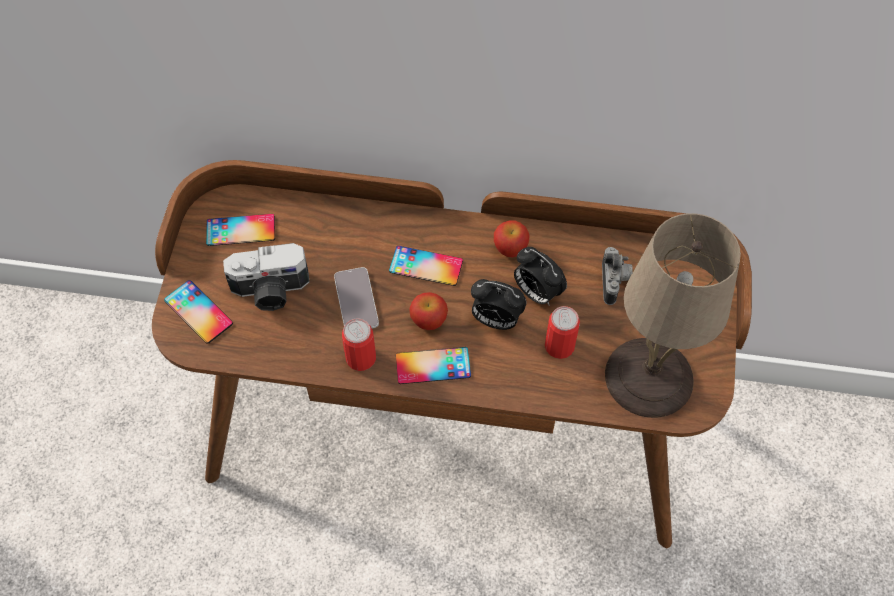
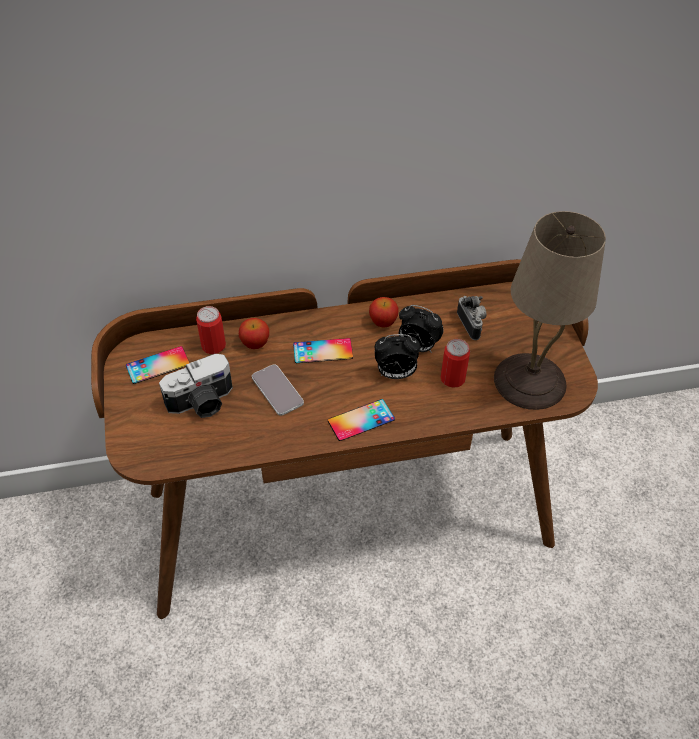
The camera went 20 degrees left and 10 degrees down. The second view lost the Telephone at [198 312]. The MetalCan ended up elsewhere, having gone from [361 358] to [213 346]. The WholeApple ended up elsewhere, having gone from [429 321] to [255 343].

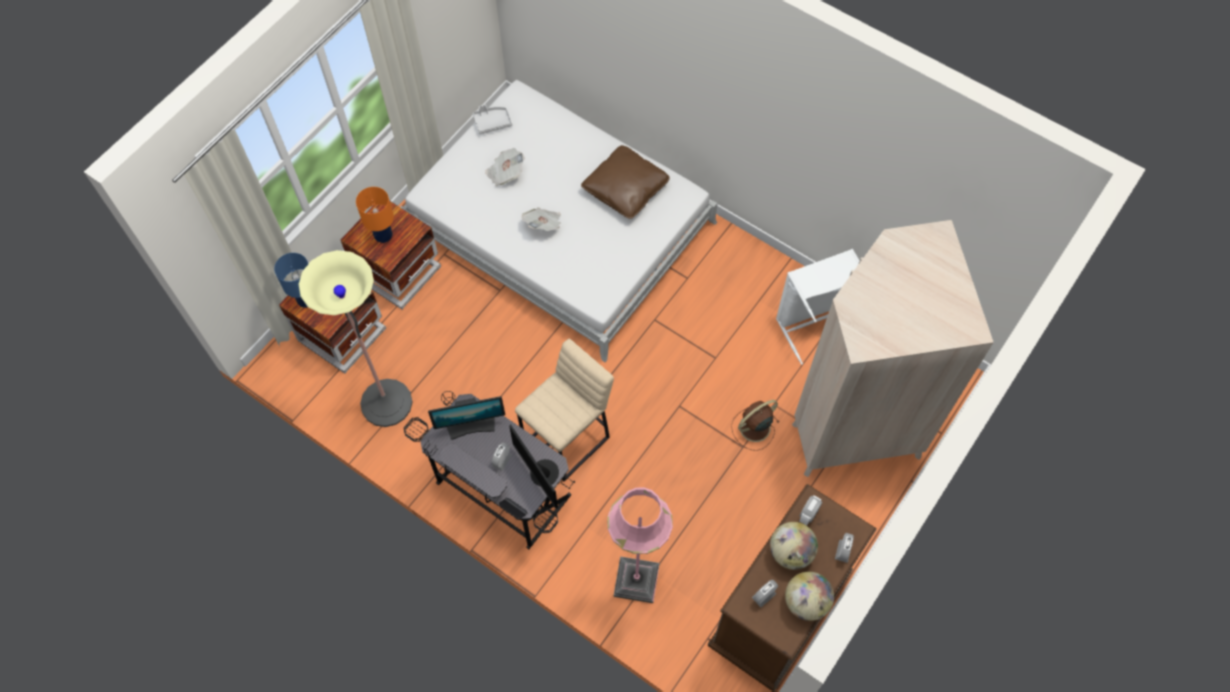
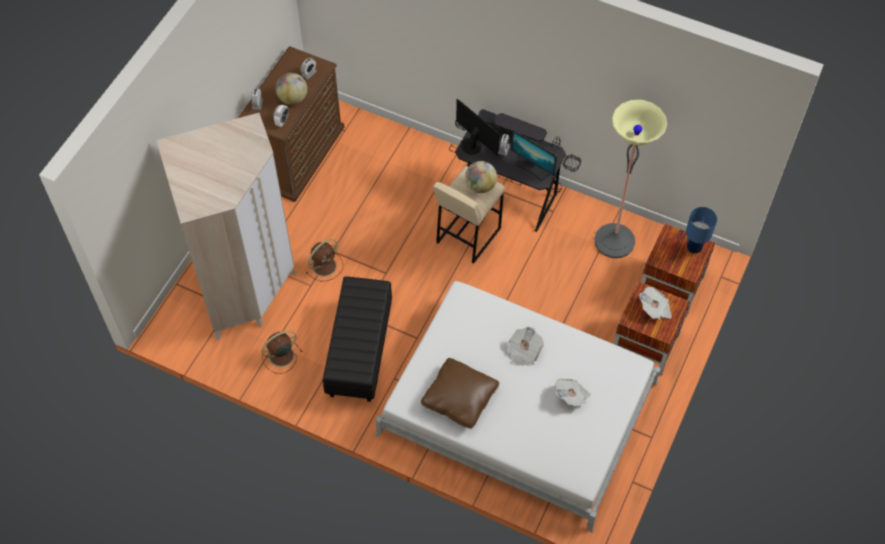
The camera went 170 degrees right and 5 degrees down. The second view lost the GreyTray at [492 122]. The second view lost the PinkColouredStandingLamp at [636 580]. The second view gained the BlackColouredOttoman at [359 351]. The DeskGlobe ended up elsewhere, having gone from [806 602] to [480 186]. Where the OrangeColouredTableLamp stood at [383 236], the DailyPaper came to stand at [655 309]. Where the WhiteHamper stood at [814 322], the BrownishCoolingFan came to stand at [280 356]. The Monitor at [471 425] ended up facing another way, 120 degrees counterclockwise from before.

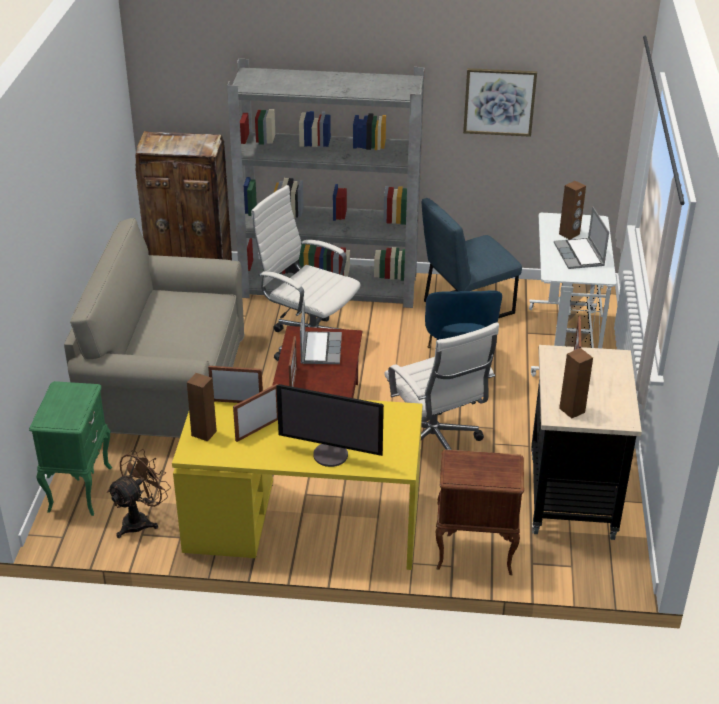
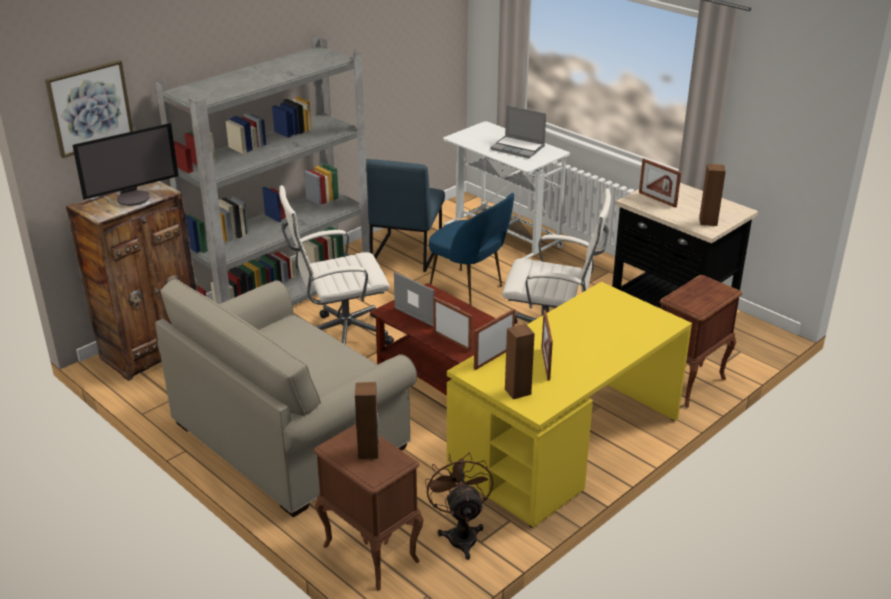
The camera went 50 degrees left and 5 degrees down. The Monitor ended up elsewhere, having gone from [331 454] to [133 198]. The WallArt ended up elsewhere, having gone from [499 101] to [90 108]. The BrownishLoudspeaker ended up elsewhere, having gone from [569 234] to [369 451]. What was the GreenBedsideTable at [80 489] turned into the BrownishBedsideTable at [370 554].

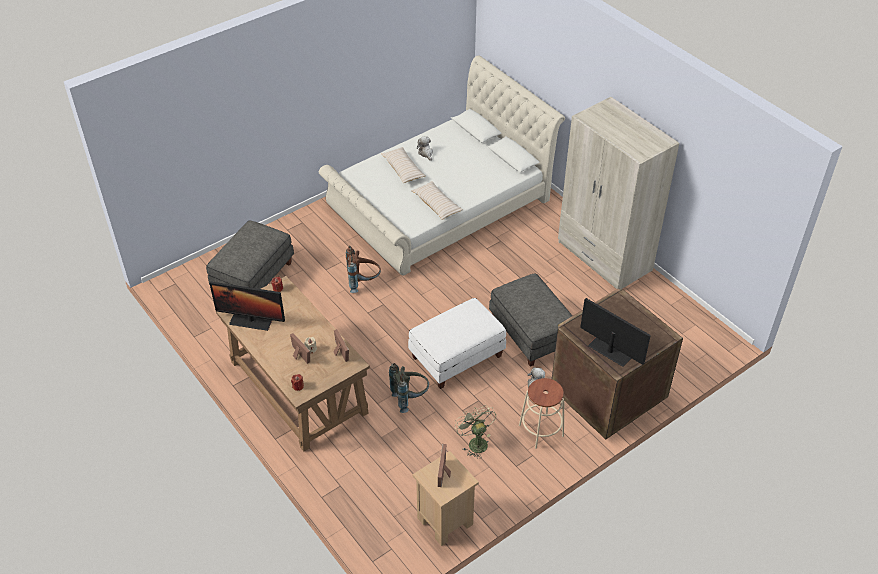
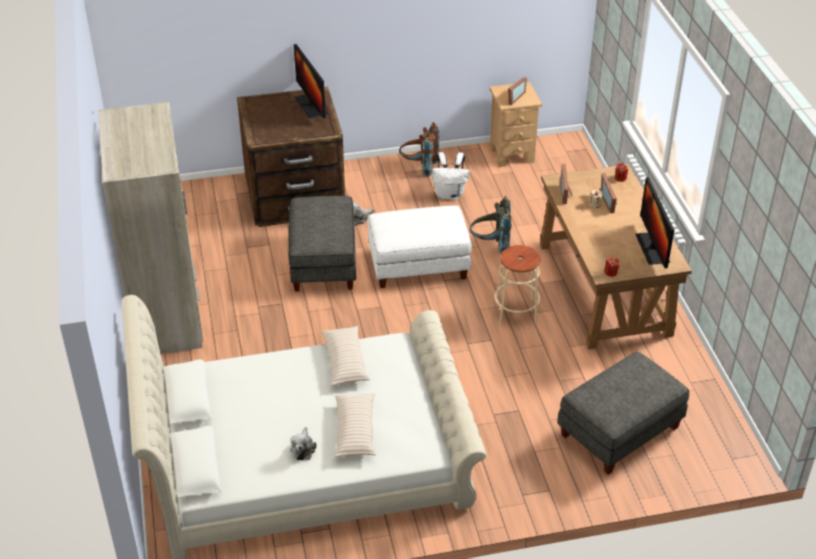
The camera went 155 degrees left and 5 degrees down. The BrownishKnapsack ended up elsewhere, having gone from [363 283] to [419 167]. The BeigeColouredStool ended up elsewhere, having gone from [541 430] to [516 311]. Where the GreenCoolingFan stood at [475 442], the WhiteKnapsack came to stand at [449 194]. The Monitor at [251 321] ended up facing another way, 135 degrees counterclockwise from before.

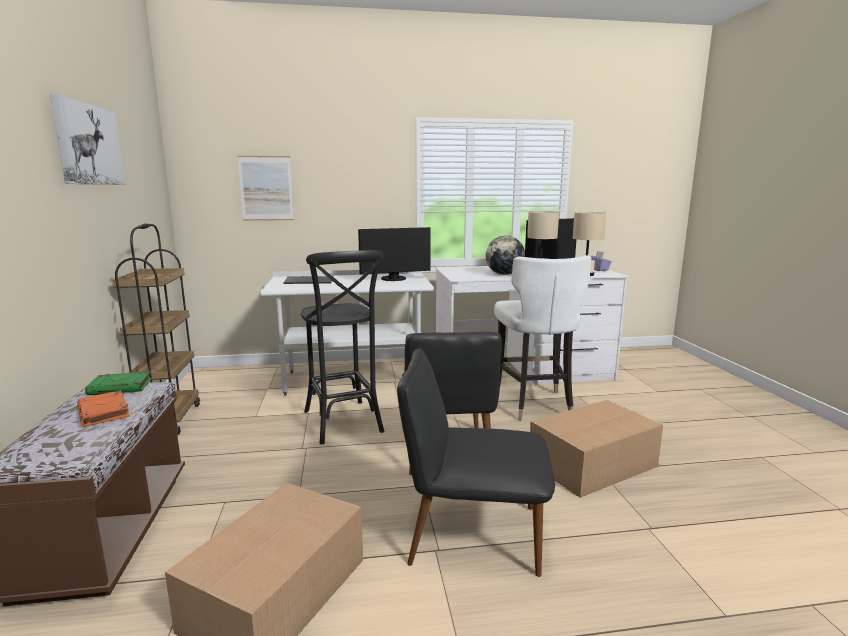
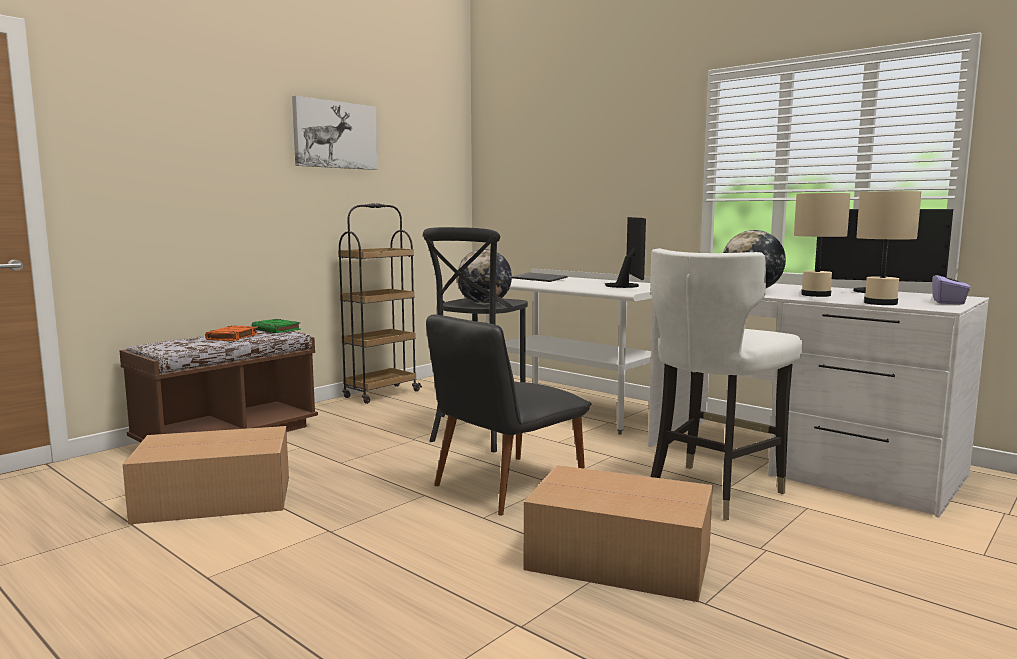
The camera went 50 degrees right and 5 degrees down. The second view lost the WallArt at [266 188]. The second view lost the BlackColouredChair at [474 534]. The second view gained the DeskGlobe at [484 304]. The Monitor at [394 279] ended up facing another way, 120 degrees counterclockwise from before.

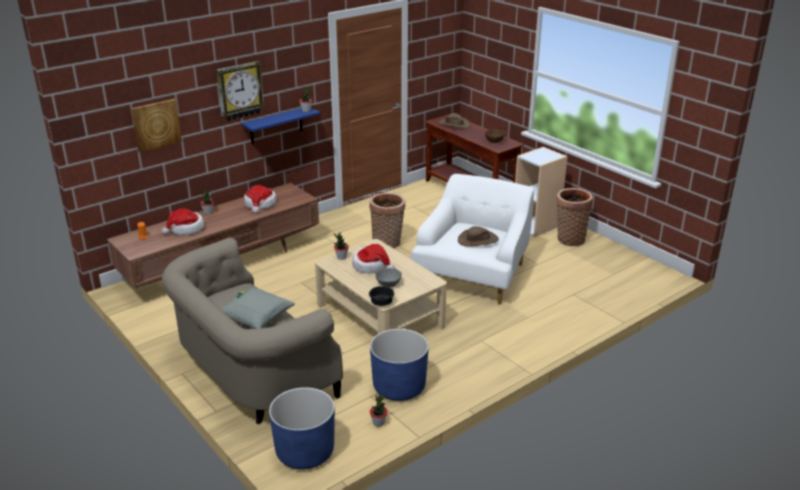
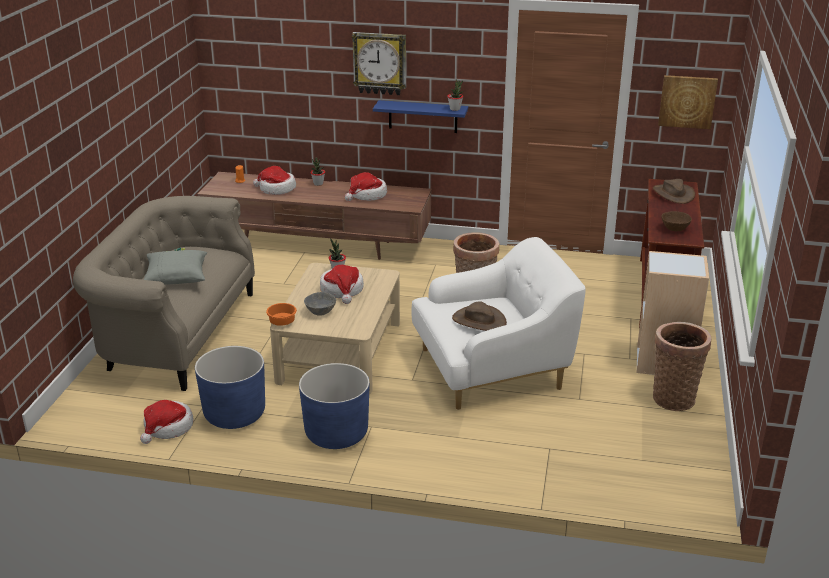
The camera went 50 degrees right and 0 degrees up. The WallArt ended up elsewhere, having gone from [156 124] to [687 101]. The BlueColouredPlantPot ended up elsewhere, having gone from [305 452] to [336 433]. Where the Houseplant stood at [378 423], the Hat came to stand at [168 428]. What was the BlackColouredDeepDish at [382 303] turned into the OrangeColouredDeepDish at [282 323].

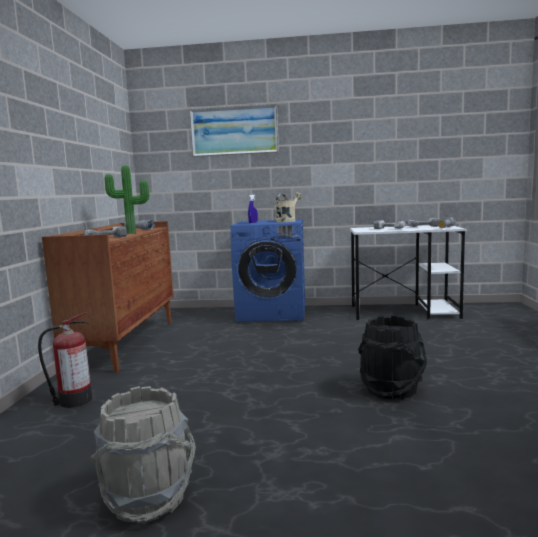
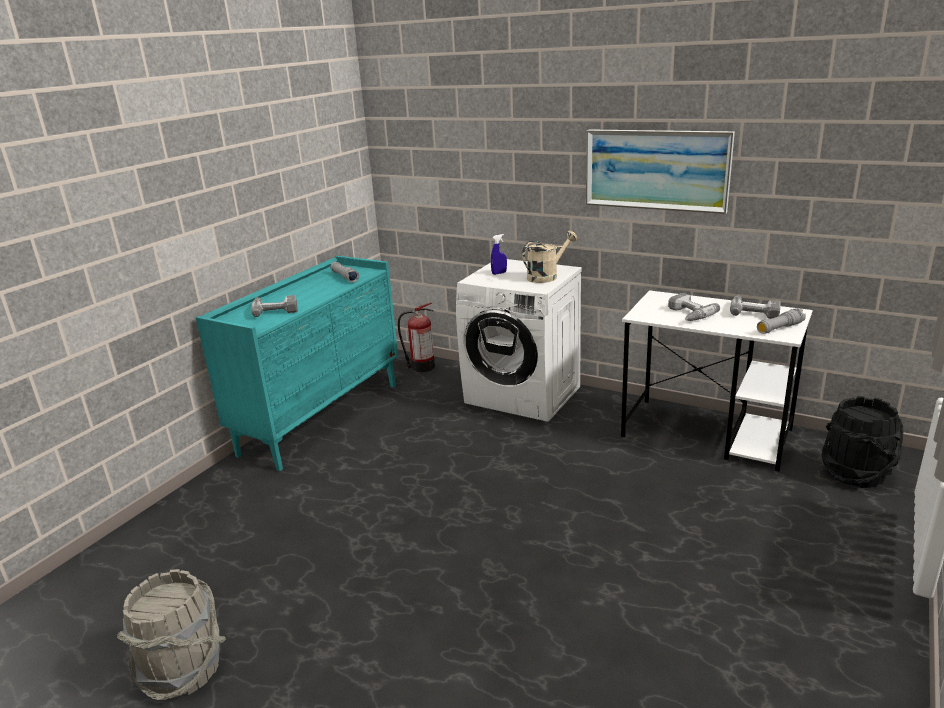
The camera went 25 degrees right and 15 degrees up. The second view lost the Houseplant at [131 233]. The FireFightingCylinder ended up elsewhere, having gone from [73 401] to [421 367]. The WallArt ended up elsewhere, having gone from [234 131] to [656 169]. The BlackColouredWaterBucket ended up elsewhere, having gone from [391 389] to [855 473]. What was the BrownishCupboard at [126 343] turned into the BlueGreenCupboard at [322 418]. What was the BlueColouredLaundryMachine at [272 315] turned into the WhiteLaundryMachine at [523 397].

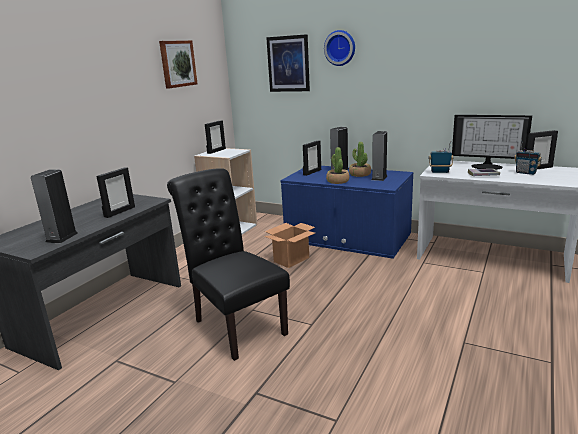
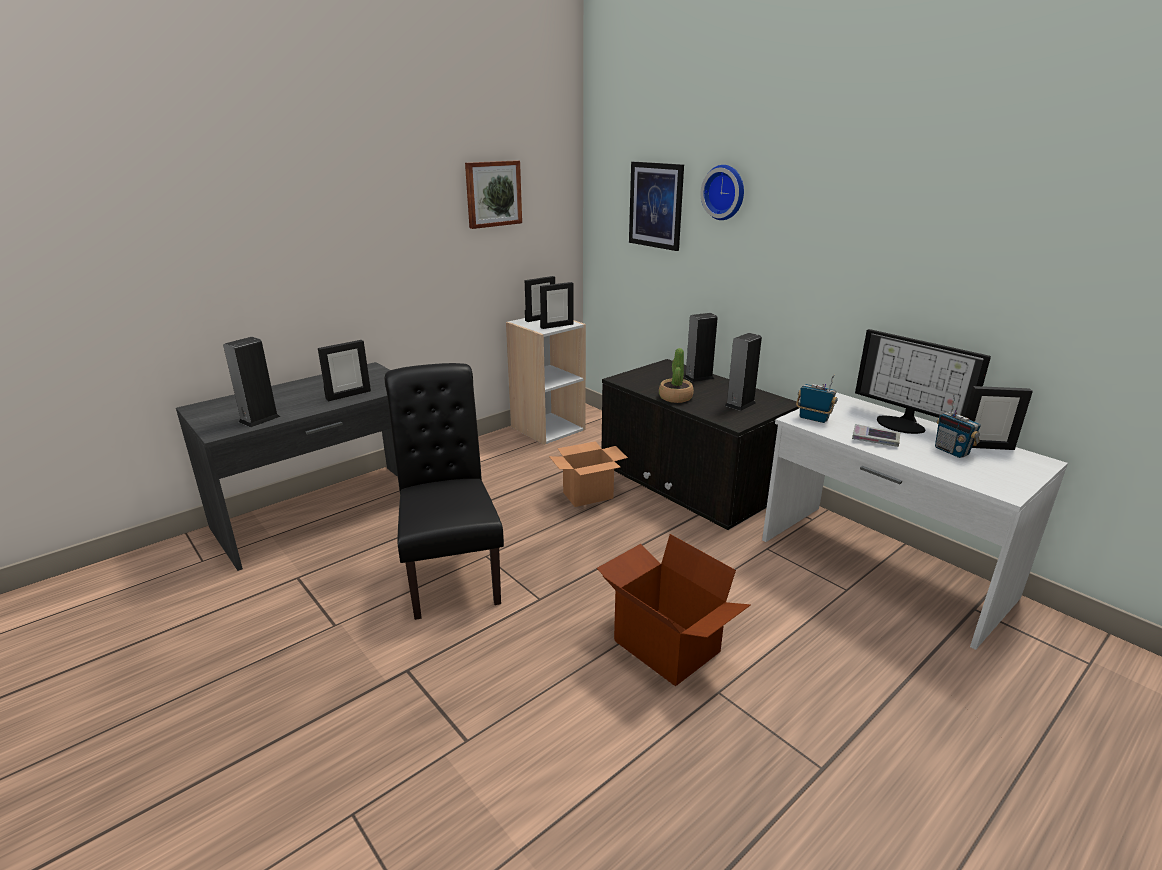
The camera went 20 degrees right and 5 degrees up. The second view lost the Houseplant at [359 174]. The second view gained the PackingBox at [665 647]. The PhotoFrame ended up elsewhere, having gone from [312 172] to [557 326]. What was the BlueColouredCupboard at [348 237] turned into the BlackColouredCupboard at [691 479].

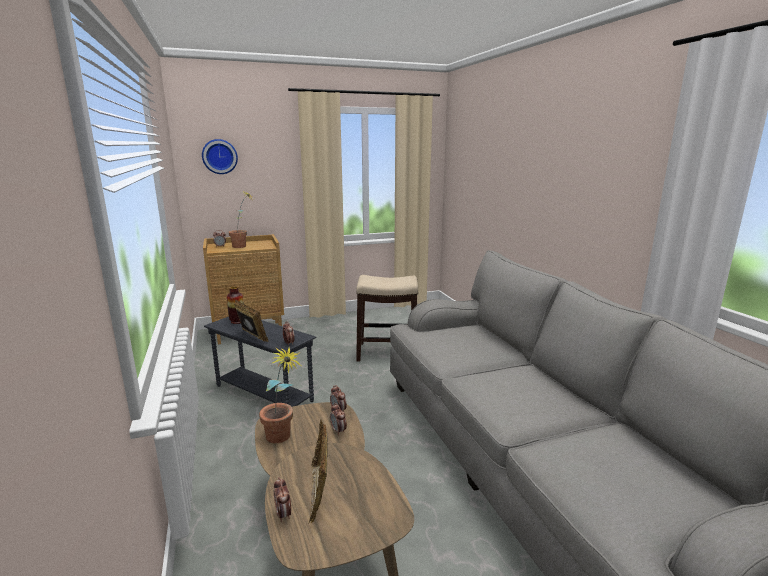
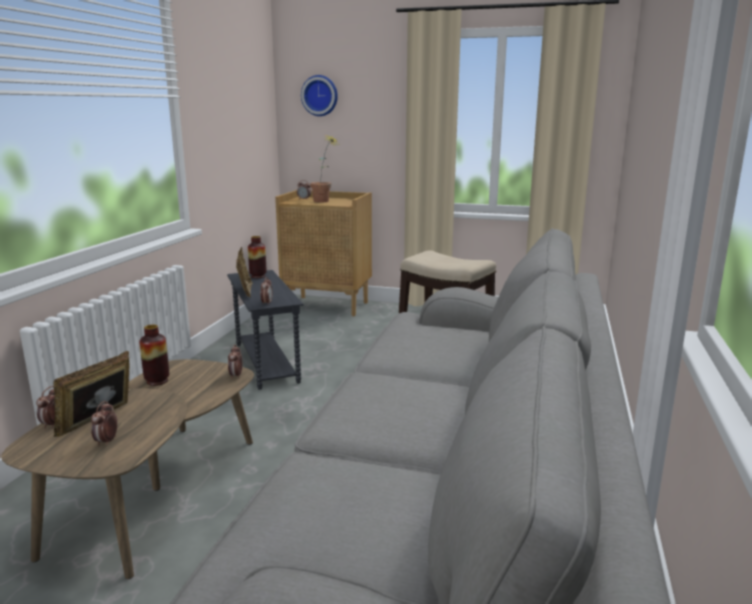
The camera went 35 degrees right and 0 degrees up. The TableClock ended up elsewhere, having gone from [338 431] to [106 441]. Where the Houseplant stood at [282 439], the Vase came to stand at [157 381].

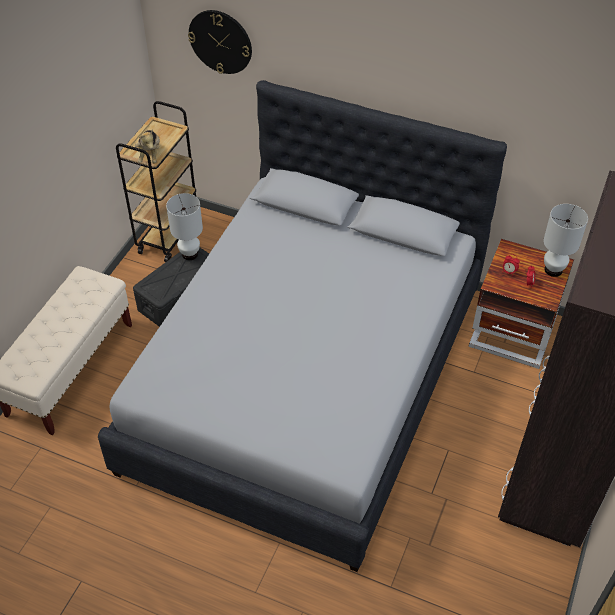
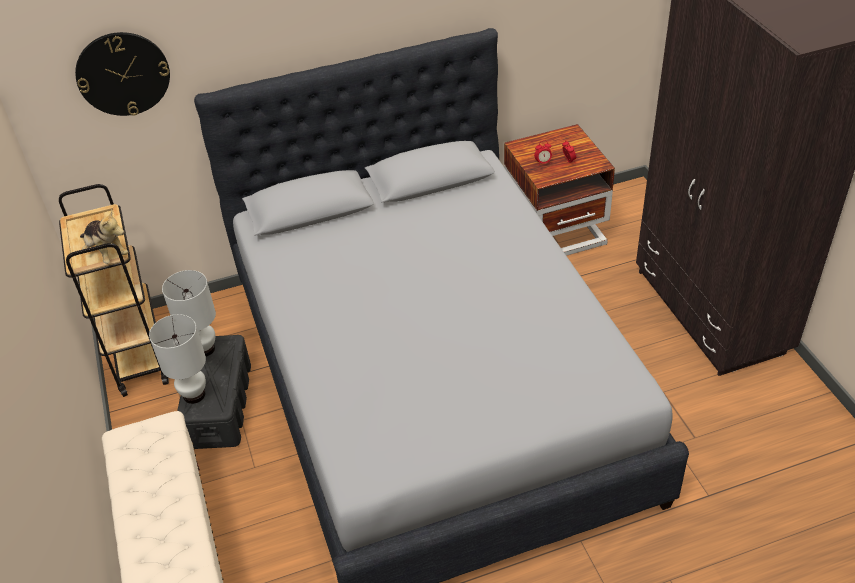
The camera went 40 degrees left and 5 degrees down. The WhiteTableLamp ended up elsewhere, having gone from [552 270] to [193 395].

